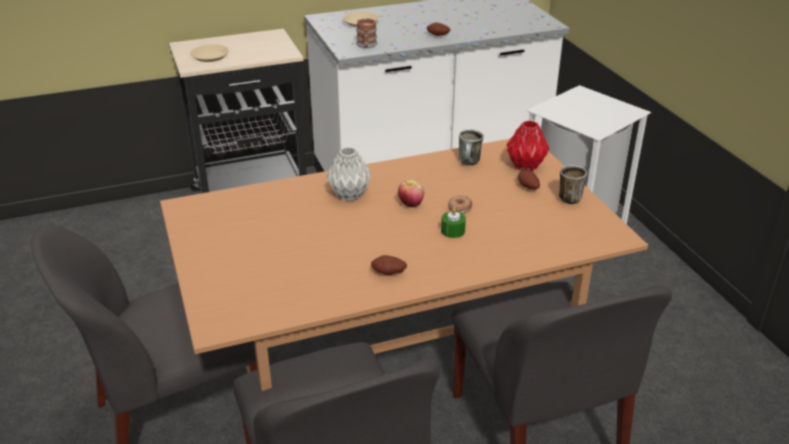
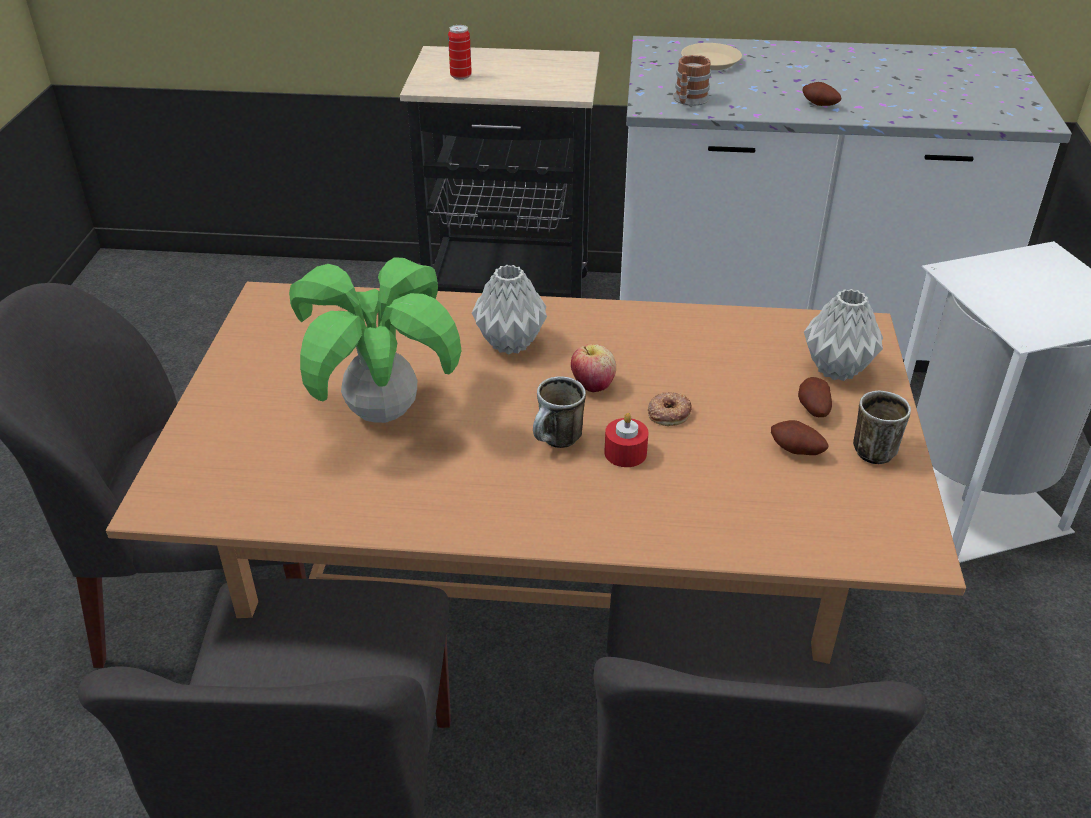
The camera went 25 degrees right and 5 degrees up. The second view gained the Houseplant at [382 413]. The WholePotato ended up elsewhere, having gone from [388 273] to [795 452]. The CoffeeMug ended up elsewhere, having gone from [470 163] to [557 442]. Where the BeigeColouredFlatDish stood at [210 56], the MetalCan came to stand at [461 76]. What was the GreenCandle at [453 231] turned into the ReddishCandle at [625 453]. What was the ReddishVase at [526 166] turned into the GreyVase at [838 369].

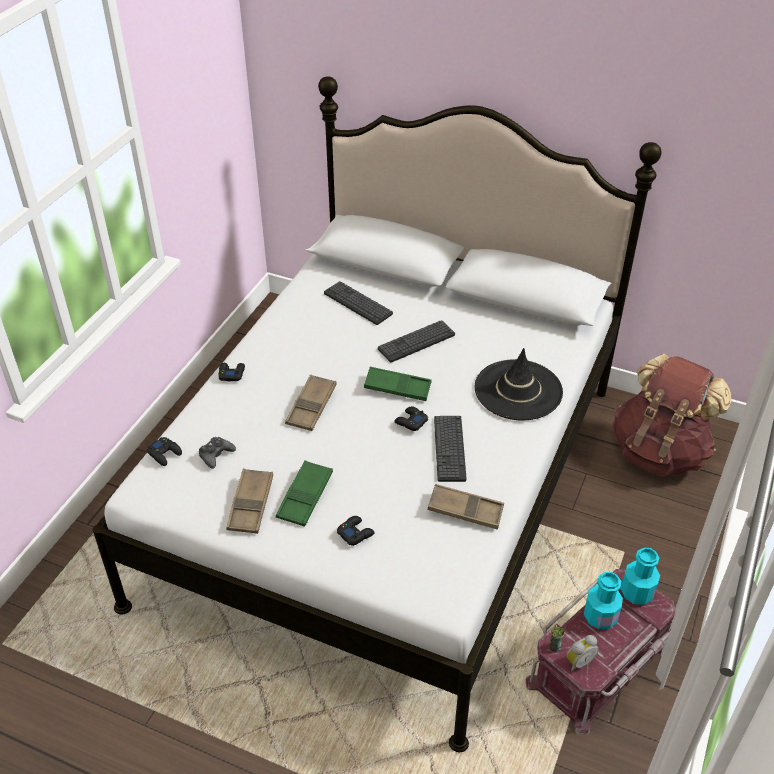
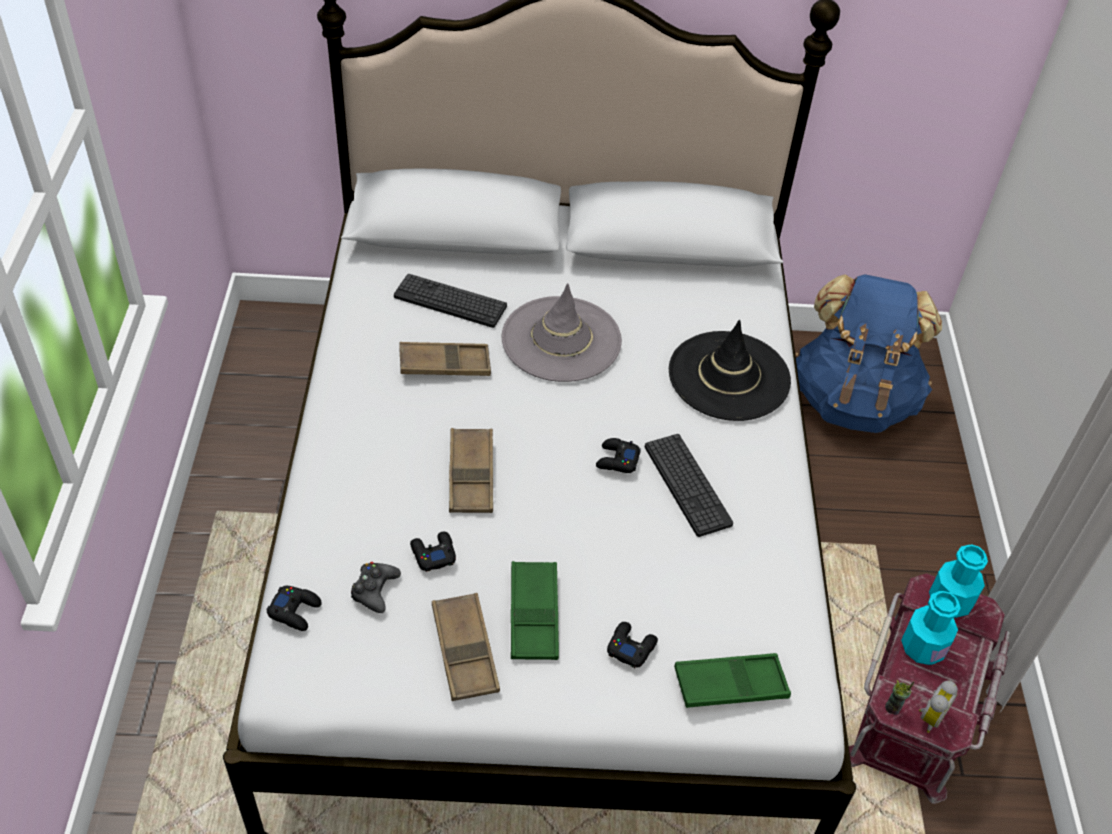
The camera went 25 degrees left and 5 degrees up. The BlackColouredGamepad ended up elsewhere, having gone from [231 374] to [433 554]. The GreenTray ended up elsewhere, having gone from [397 388] to [730 685]. The BrownishTray ended up elsewhere, having gone from [465 510] to [444 364]. Where the ComputerKeyboard stood at [416 342], the GreyHat came to stand at [561 340]. What was the BrownishKnapsack at [659 451] turned into the BlueColouredKnapsack at [853 399].

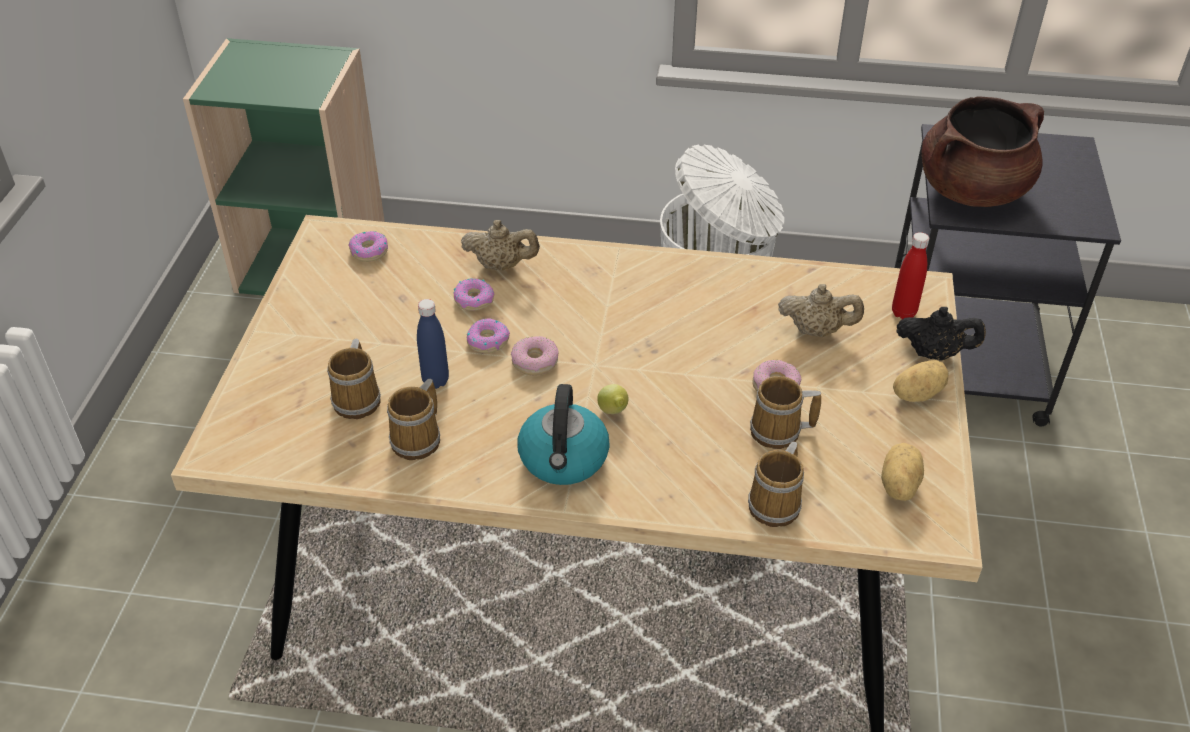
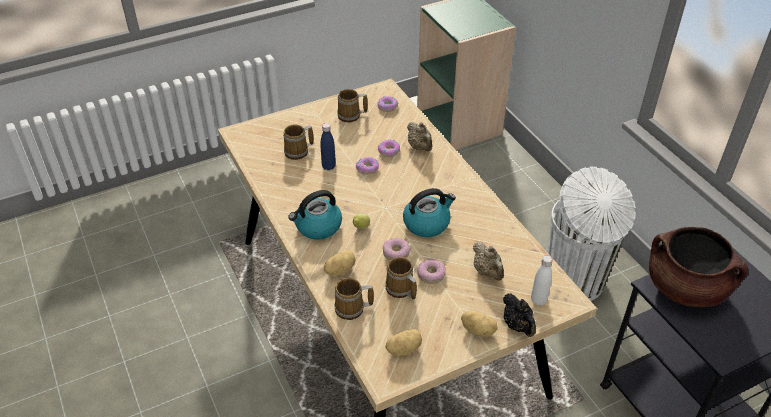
The camera went 55 degrees right and 0 degrees up. The second view gained the WholePotato at [339 270]. The second view gained the Kettle at [427 223]. The CoffeeMug ended up elsewhere, having gone from [419 439] to [350 116]. The Doughnut ended up elsewhere, having gone from [534 361] to [396 252]. What was the ReddishDrinkBottle at [903 313] turned into the WhiteDrinkBottle at [538 300].

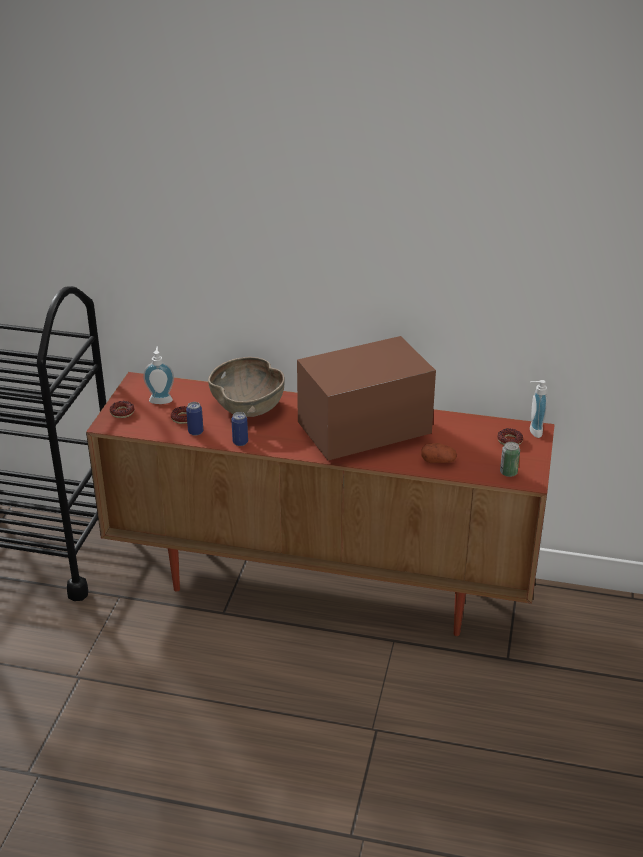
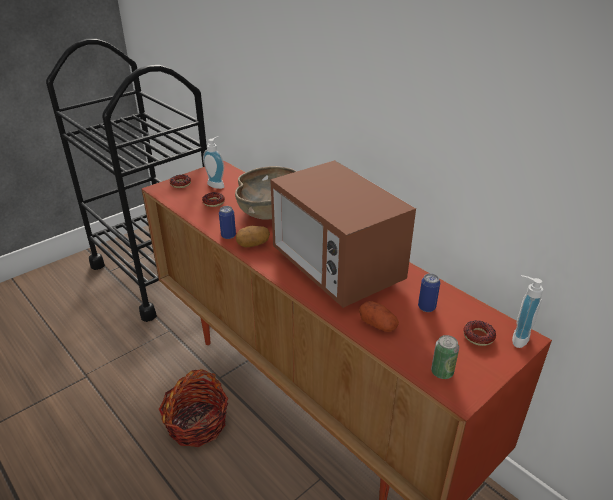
The camera went 35 degrees right and 0 degrees up. The second view gained the HouseholdBasket at [197 423]. The second view gained the WholePotato at [253 243]. The MetalCan ended up elsewhere, having gone from [195 432] to [426 307]. The KitchenMicrowave at [363 433] ended up facing another way, 135 degrees counterclockwise from before.

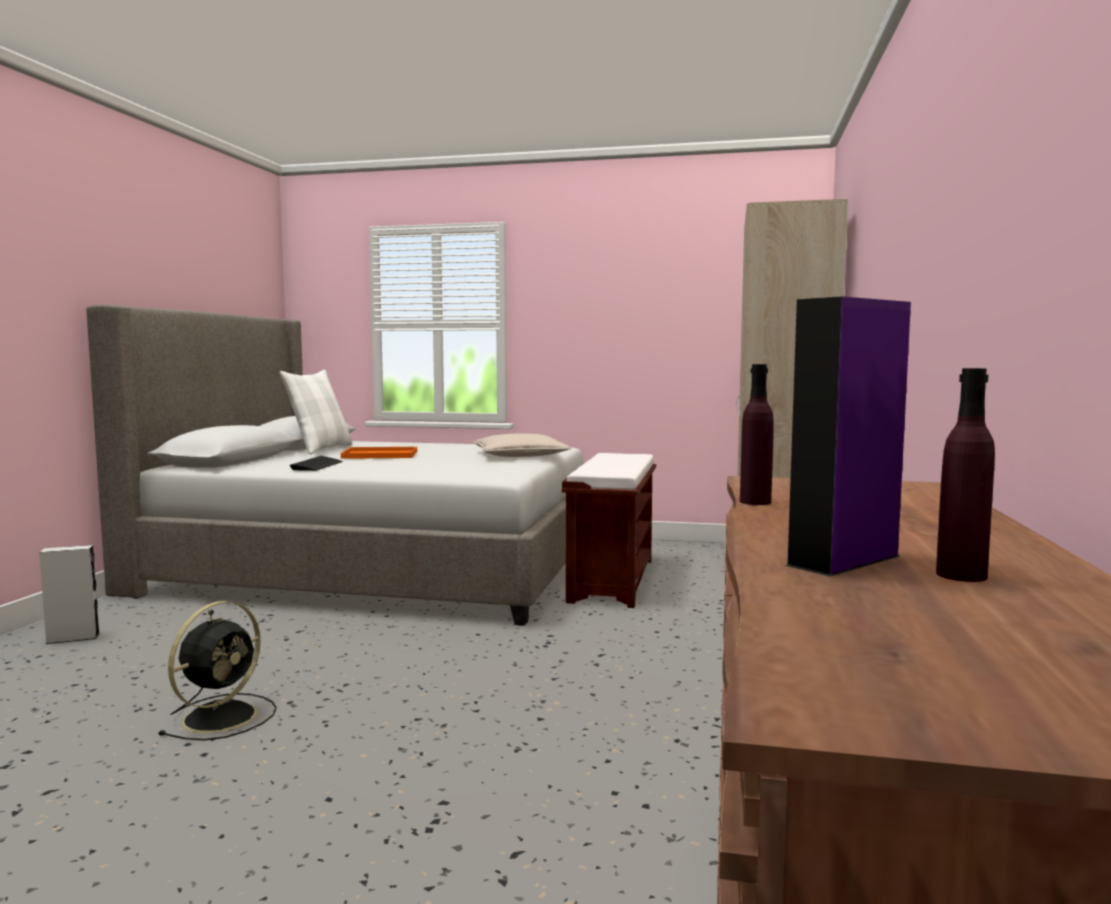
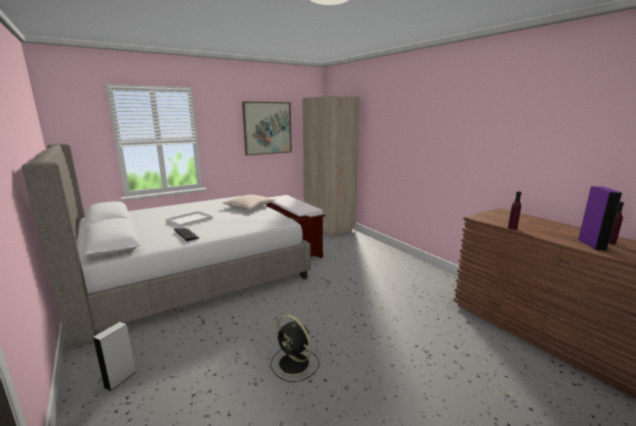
The camera went 45 degrees left and 10 degrees up. The second view lost the WhiteThrowPillow at [320 449]. The second view gained the WallArt at [267 128]. What was the OrangeColouredTray at [378 455] turned into the WhiteTray at [189 220]. The BlackColouredCoolingFan at [222 716] ended up facing another way, 150 degrees clockwise from before.

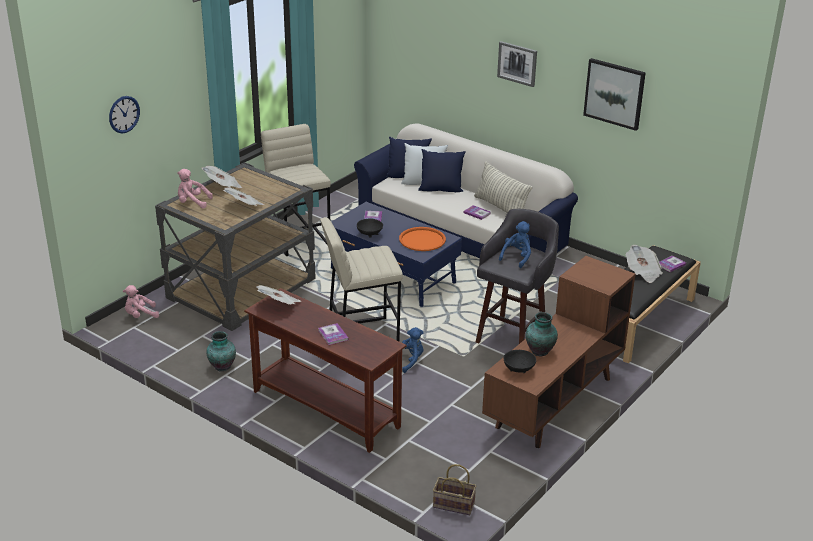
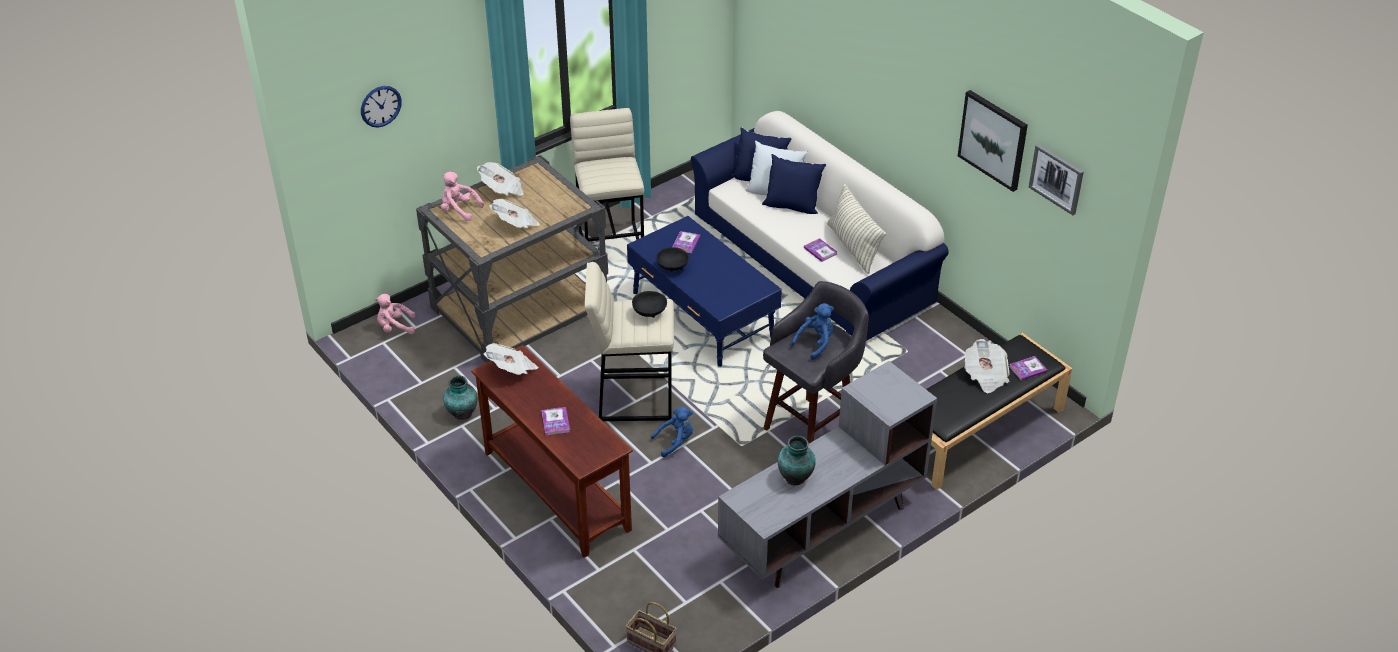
The camera went 15 degrees right and 10 degrees up. The second view lost the OrangeColouredTray at [422 240]. The WallArt ended up elsewhere, having gone from [517 63] to [1056 178]. The BlackColouredDeepDish ended up elsewhere, having gone from [518 370] to [649 313]. What was the BrownishTvStand at [554 403] turned into the GreyTvStand at [822 530].

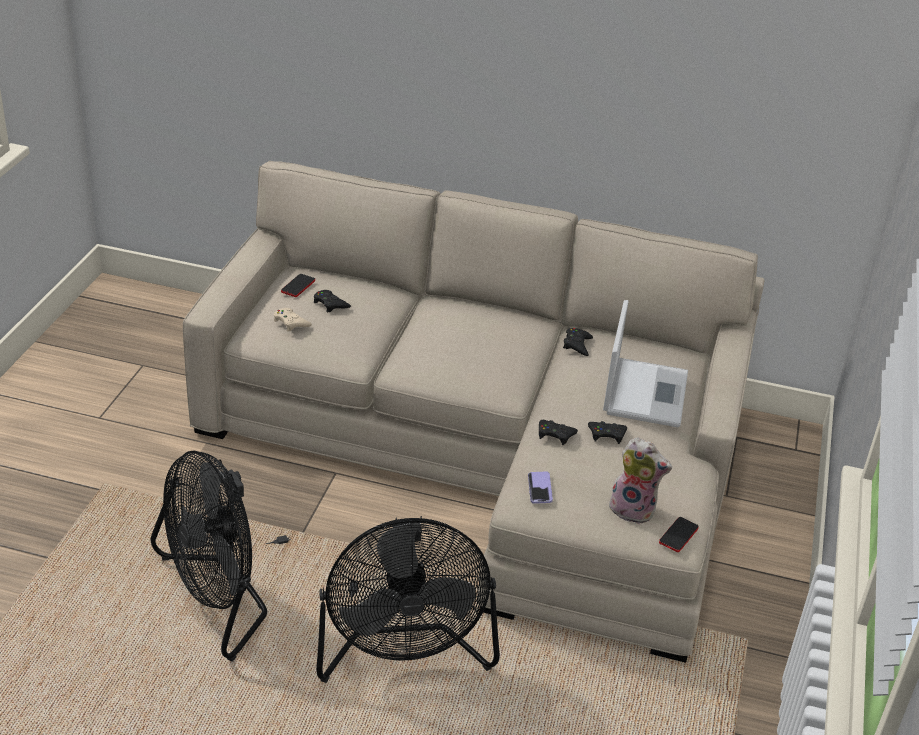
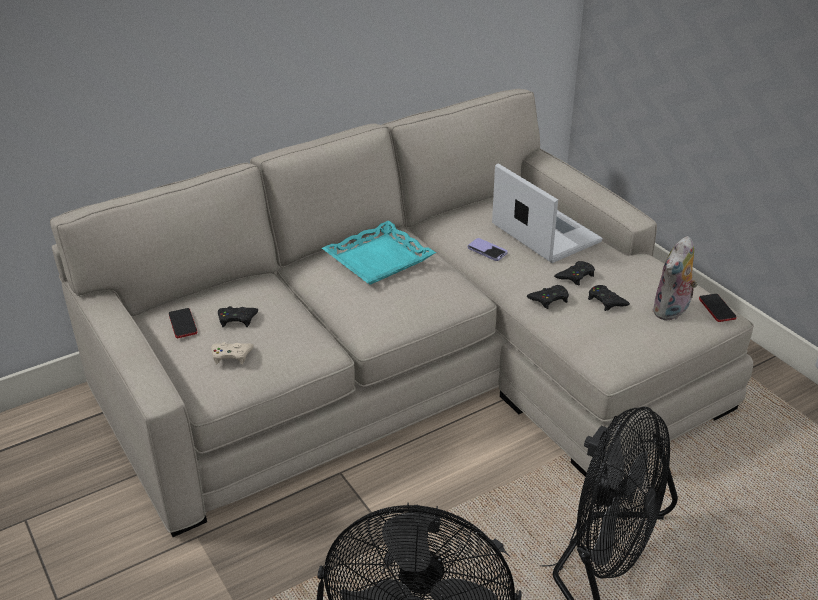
The camera went 45 degrees left and 0 degrees up. The second view gained the BlueGreenTray at [378 259]. The Telephone ended up elsewhere, having gone from [539 488] to [487 251]. The BlackColouredGamepad ended up elsewhere, having gone from [577 345] to [606 301]. The CuddlyToy at [634 509] ended up facing another way, 150 degrees clockwise from before.

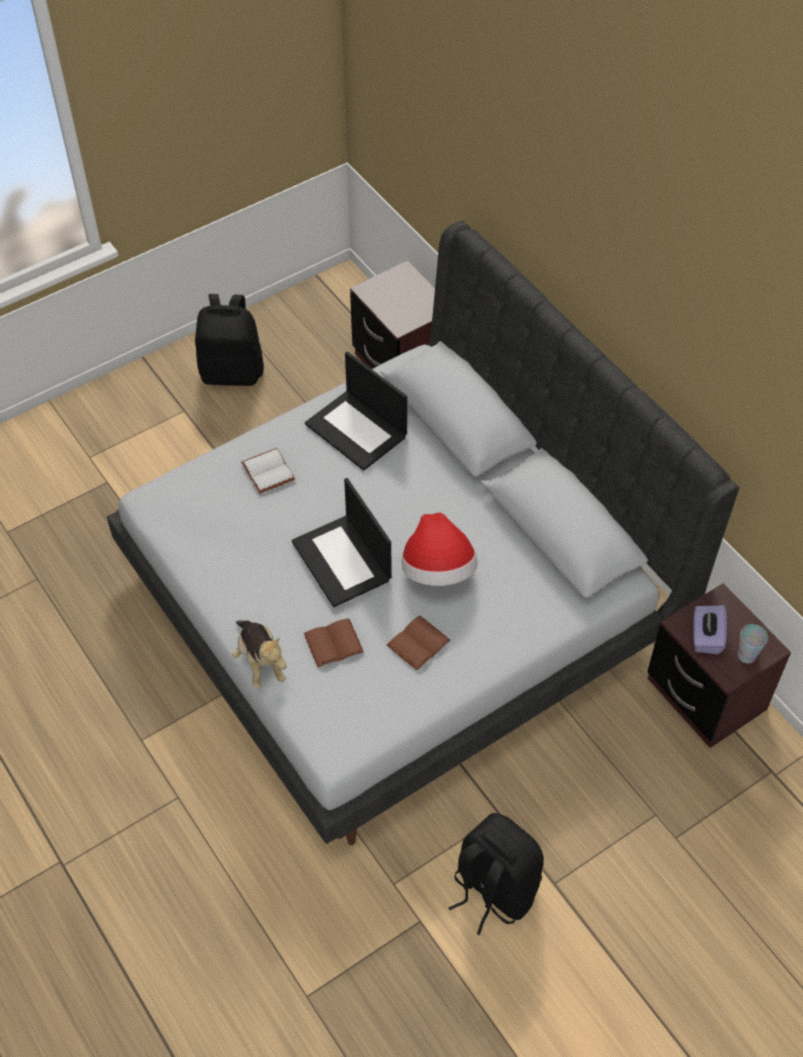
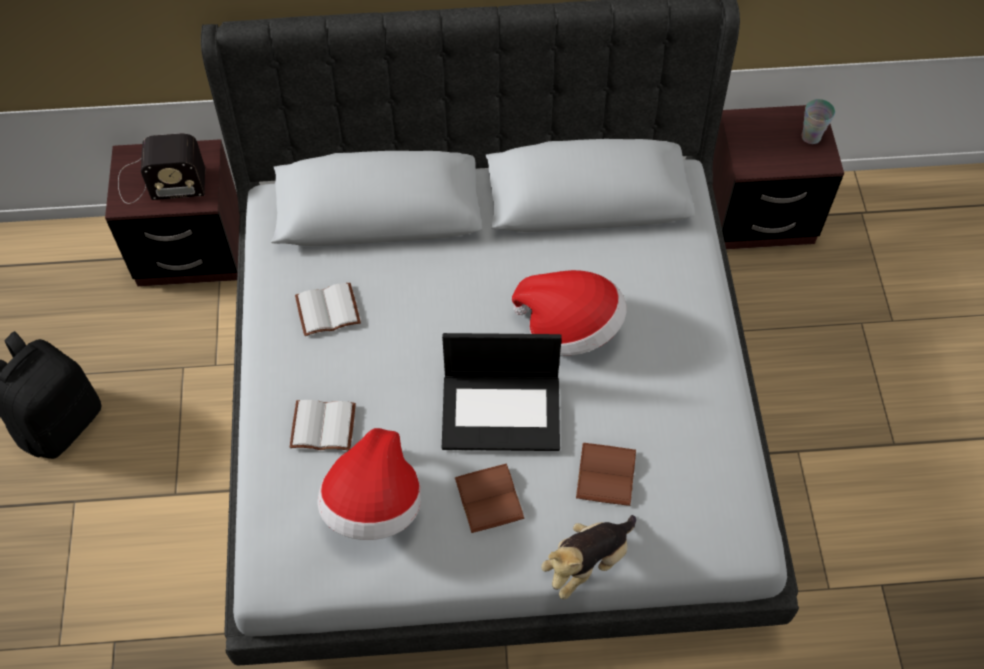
The camera went 60 degrees left and 5 degrees up. The second view lost the BlackColouredKnapsack at [493 890]. The second view lost the PurpleTissueBox at [706 637]. The second view gained the RadioSet at [158 181]. The second view gained the Hat at [374 504]. The BrownishVolume ended up elsewhere, having gone from [418 642] to [487 498]. Where the NotebookComputer stood at [357 430], the WhiteVolume came to stand at [328 308]. The CuddlyToy at [260 661] ended up facing another way, 135 degrees clockwise from before.

